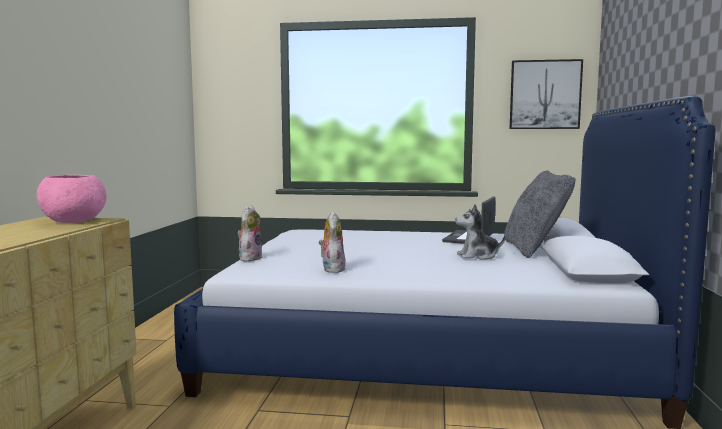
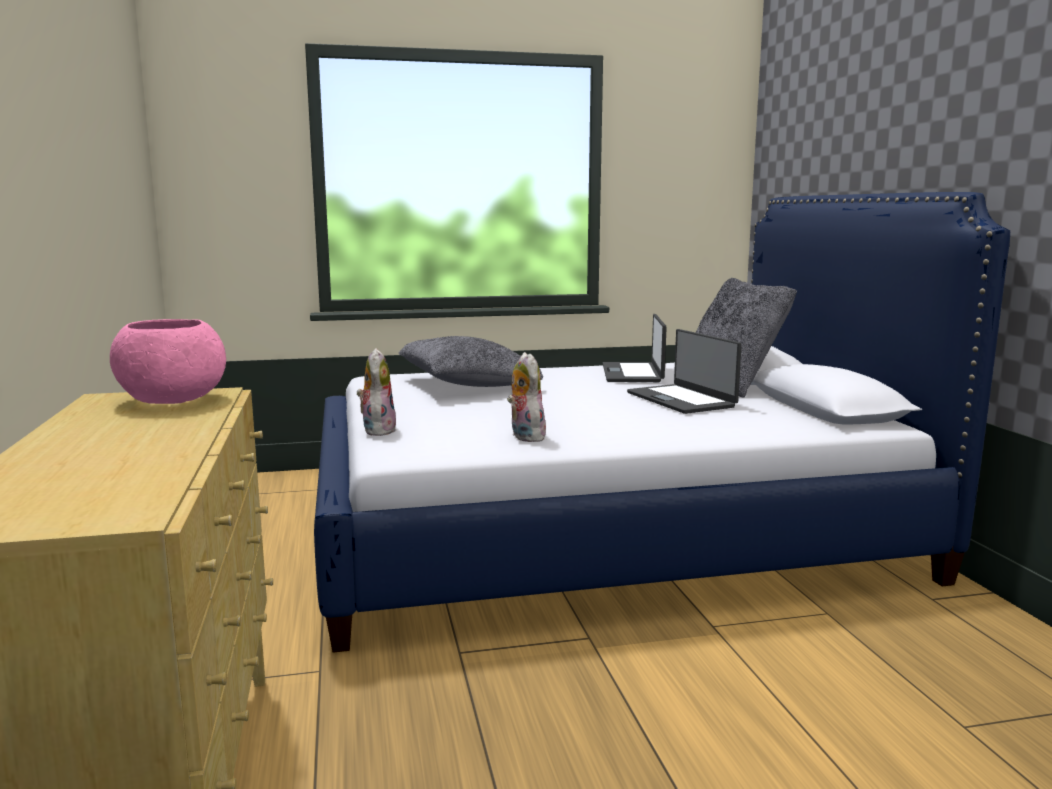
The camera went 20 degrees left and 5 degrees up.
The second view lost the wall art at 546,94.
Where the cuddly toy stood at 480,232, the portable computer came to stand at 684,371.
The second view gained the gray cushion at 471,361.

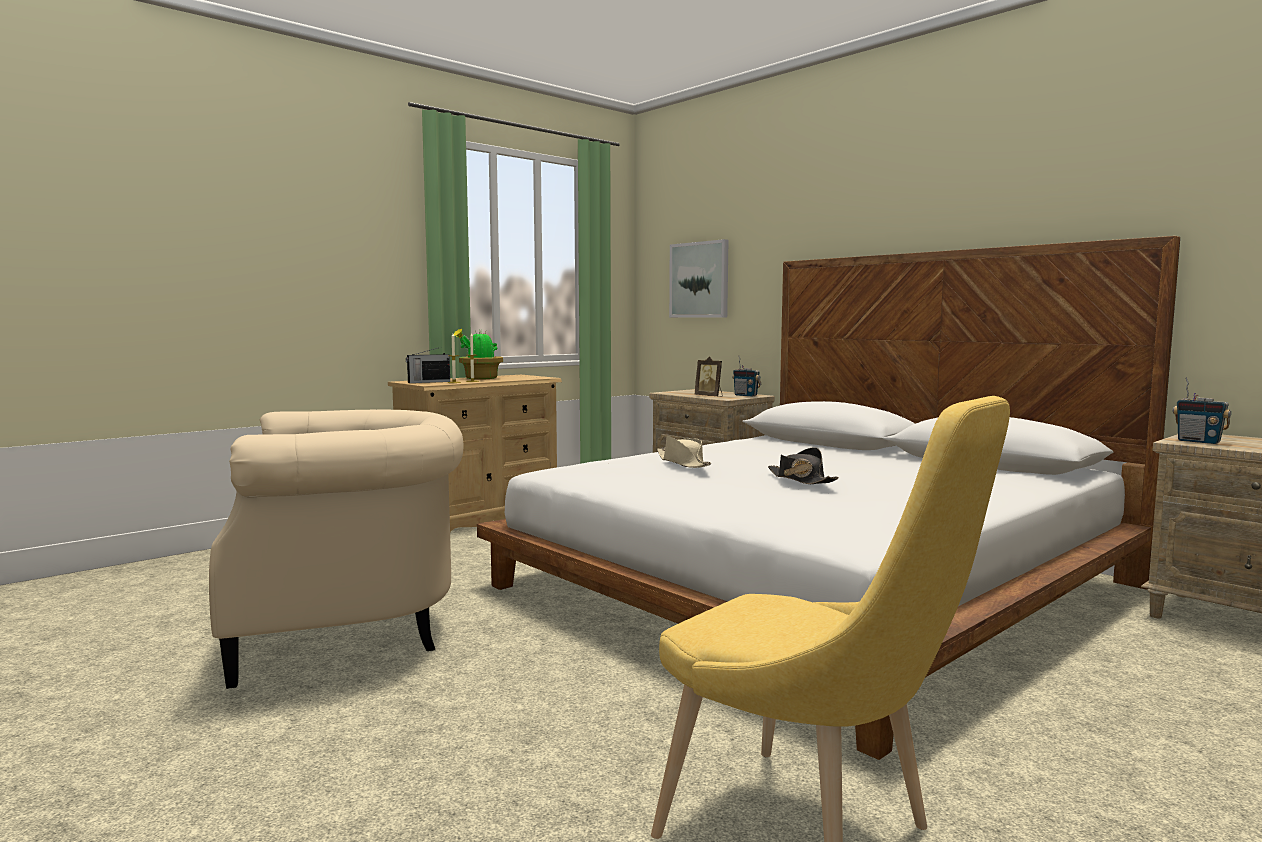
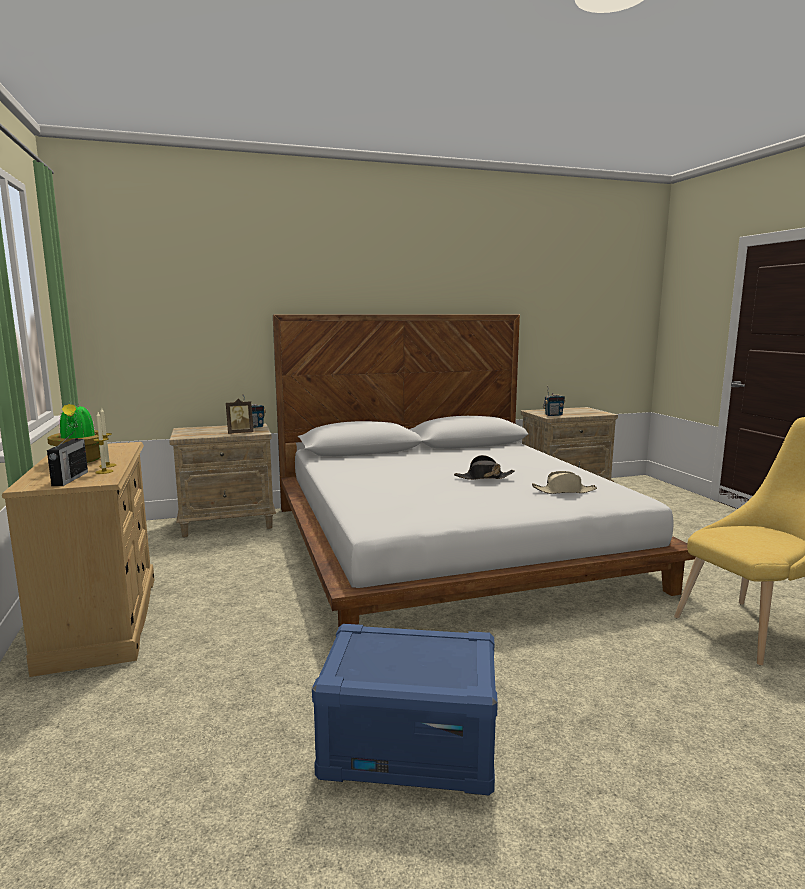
The camera went 65 degrees left and 5 degrees up.
The second view lost the wall art at 698,278.
Where the sand-coloured easy chair stood at 336,549, the blue storage box came to stand at 405,709.
The sand-coloured hat ended up elsewhere, having gone from 684,452 to 564,482.

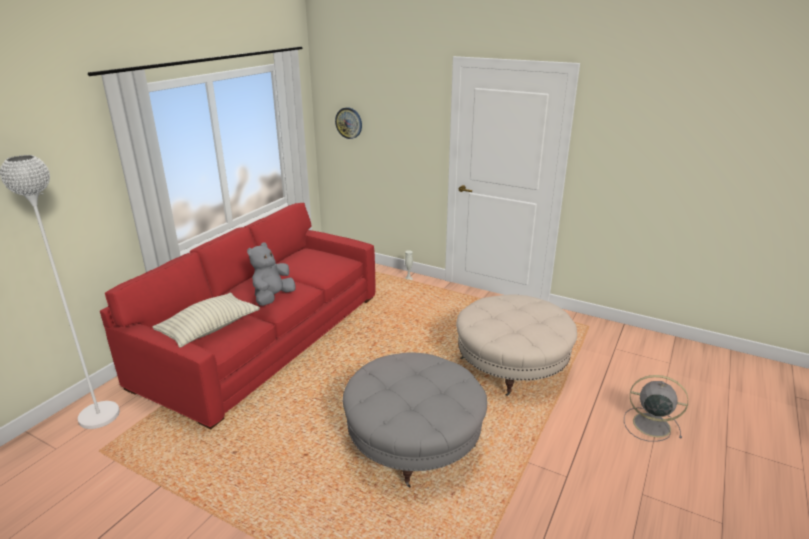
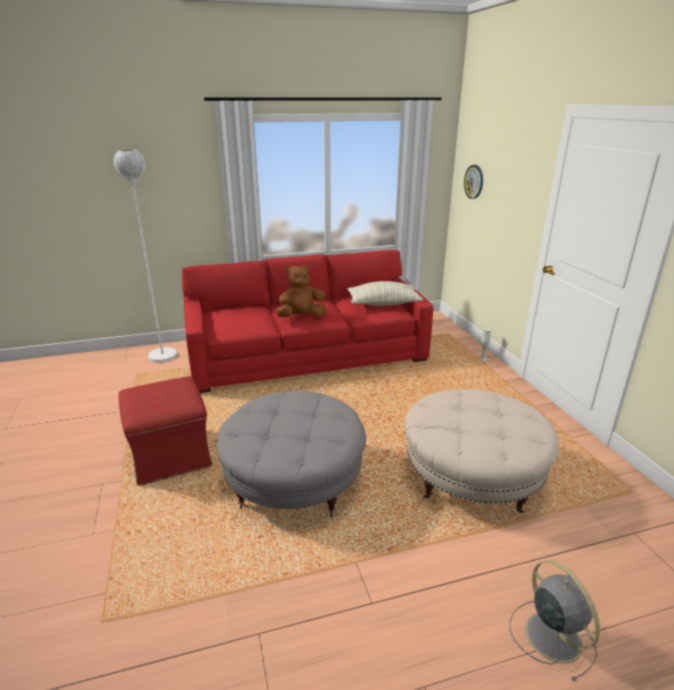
The camera went 45 degrees right and 0 degrees up.
What was the gray cuddly toy at 271,274 turned into the brown-coloured cuddly toy at 301,291.
The cushion ended up elsewhere, having gone from 206,320 to 385,293.
The second view gained the red-coloured footrest at 165,431.

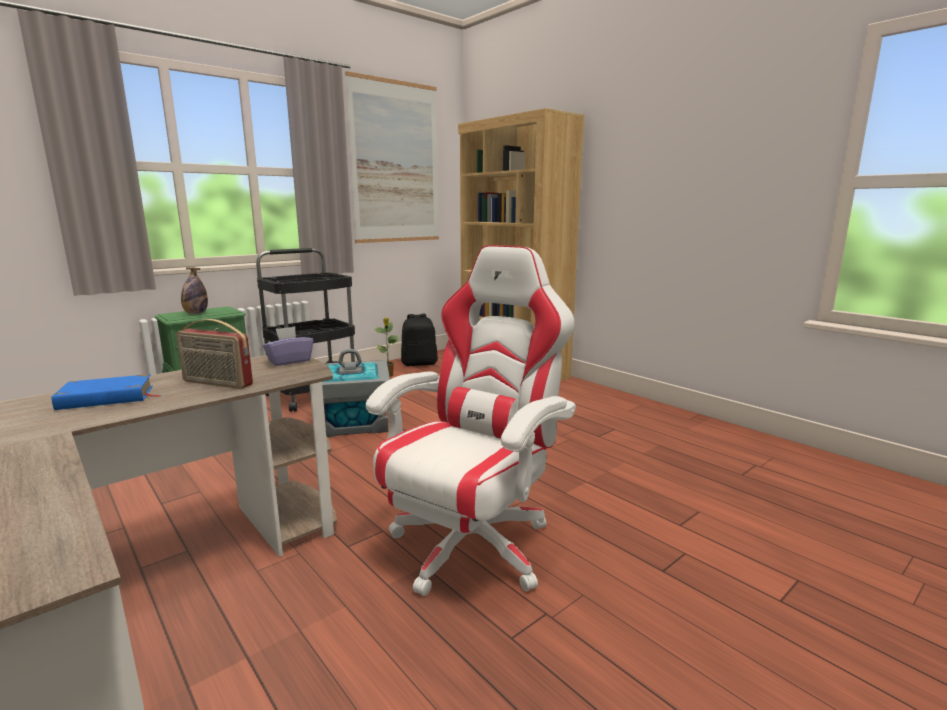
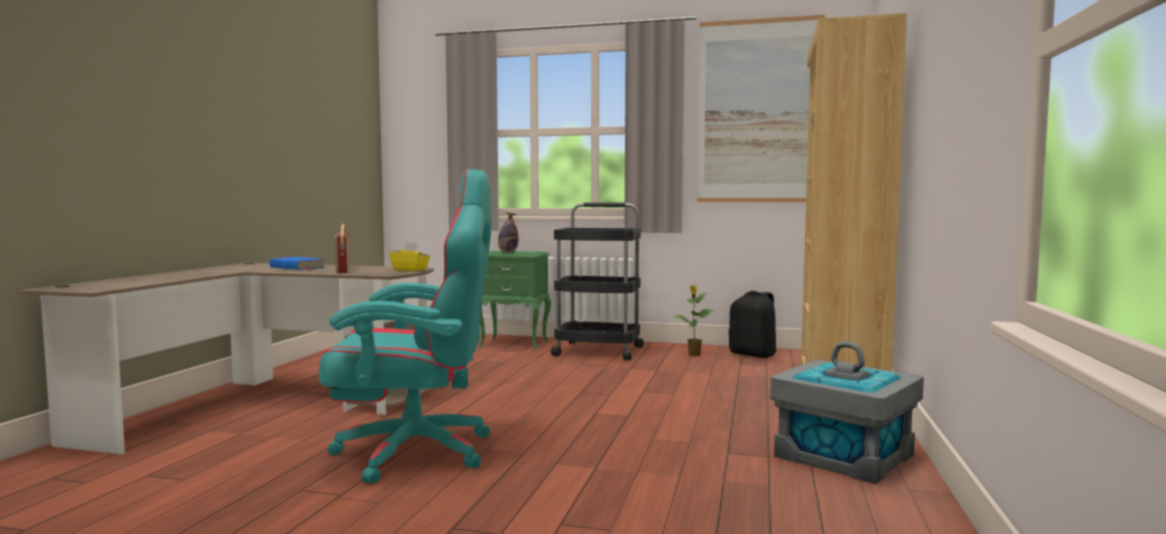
The camera went 55 degrees right and 10 degrees down.
What was the whitish computer chair at 471,420 turned into the turquoise-coloured computer chair at 405,326.
What was the purplish box of tissues at 288,346 turned into the yellow-coloured box of tissues at 409,256.
The gray storage box ended up elsewhere, having gone from 349,393 to 847,412.

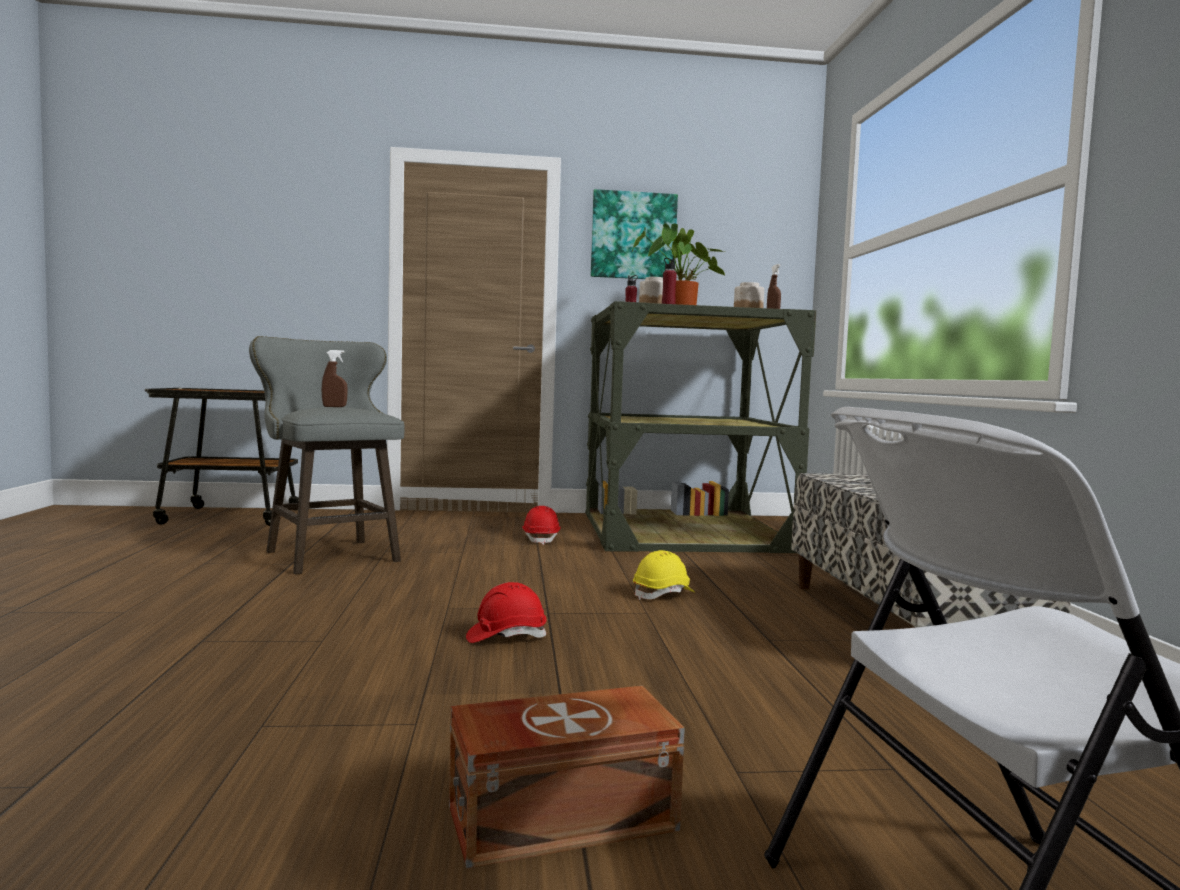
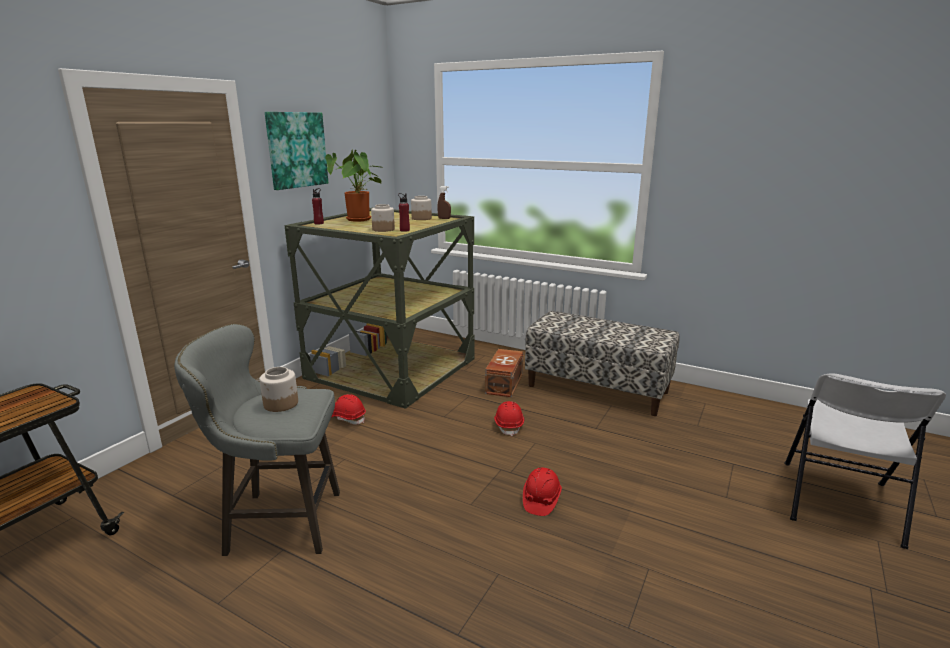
The camera went 55 degrees left and 15 degrees up.
Where the brown-coloured spray bottle stood at 335,378, the jar came to stand at 279,389.
What was the yellow-coloured hard hat at 664,575 turned into the red-coloured hard hat at 509,418.
The brown-coloured storage box ended up elsewhere, having gone from 567,777 to 504,373.

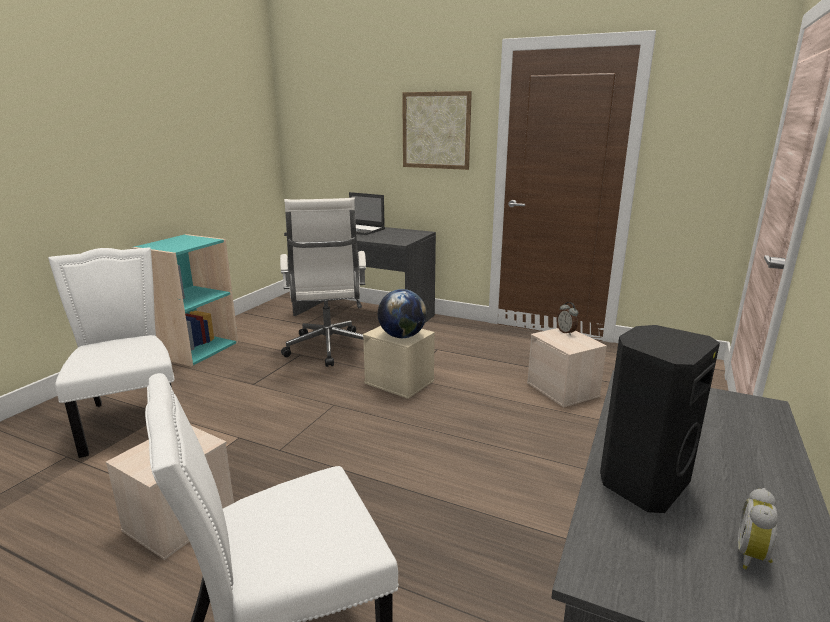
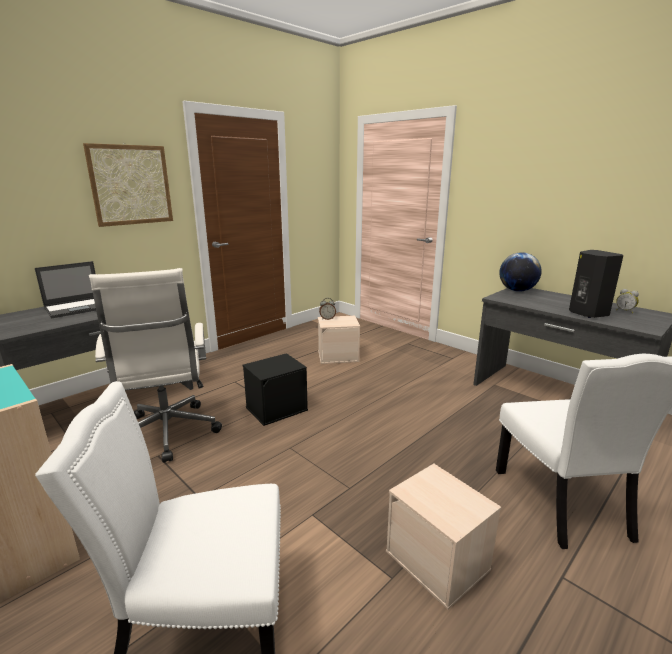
The camera went 70 degrees left and 0 degrees up.
The whitish computer chair at 323,282 ended up facing another way, 60 degrees clockwise from before.
The world globe ended up elsewhere, having gone from 402,313 to 520,272.
What was the sand-coloured storage box at 399,362 turned into the black storage box at 275,389.

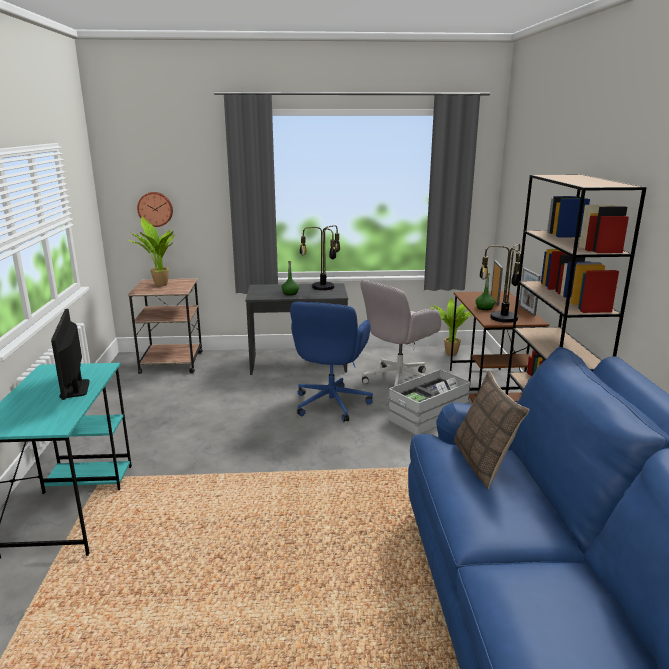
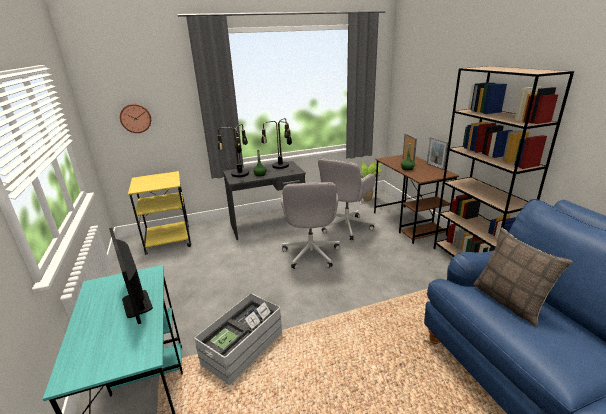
The camera went 15 degrees left and 5 degrees up.
The second view lost the potted plant at 150,252.
The table lamp ended up elsewhere, having gone from 500,283 to 233,150.
What was the brown-coloured cart at 165,326 turned into the yellow-coloured cart at 159,213.
What was the blue computer chair at 331,362 turned into the gray computer chair at 310,225.
The gray storage box ended up elsewhere, having gone from 429,402 to 238,339.

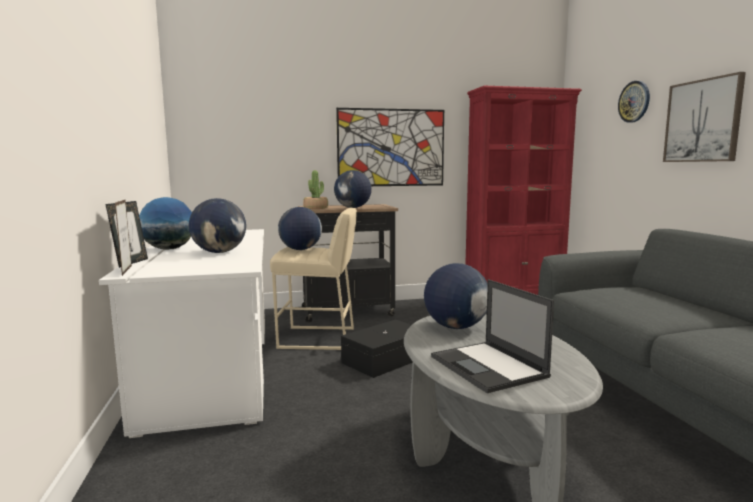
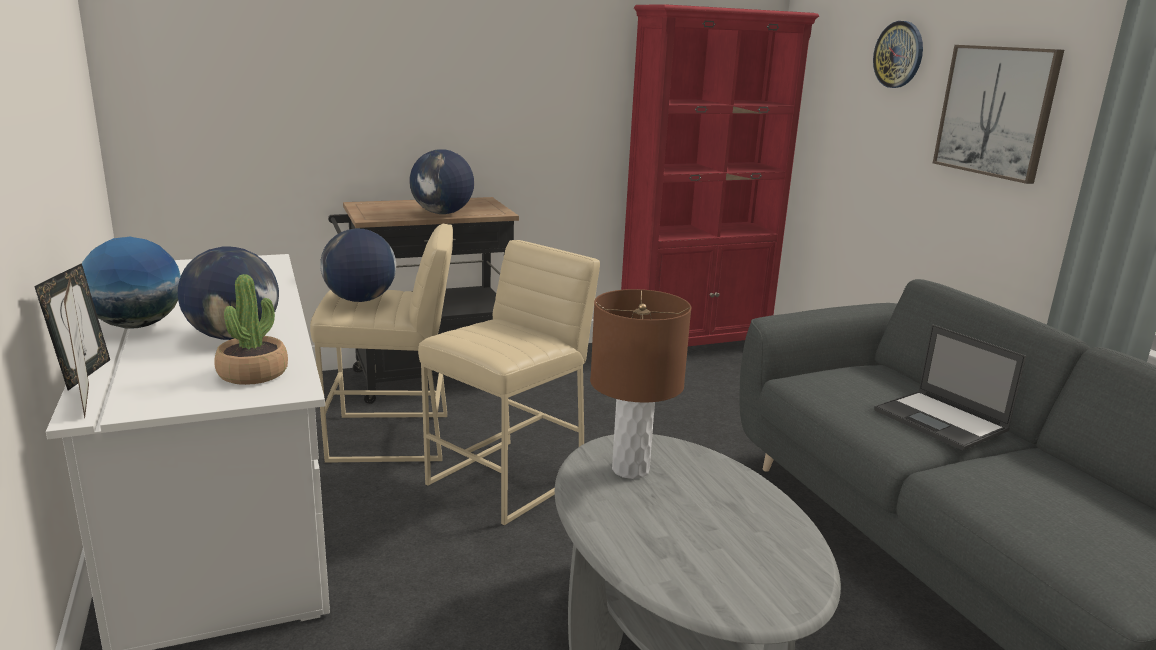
The camera went 10 degrees left and 10 degrees up.
The second view lost the wall art at 390,147.
The potted plant ended up elsewhere, having gone from 315,189 to 251,329.
Where the world globe stood at 456,296, the brown-coloured table lamp came to stand at 641,384.
The portable computer ended up elsewhere, having gone from 492,336 to 950,387.
Where the black storage box stood at 376,348, the sand-coloured sitting stool came to stand at 509,382.

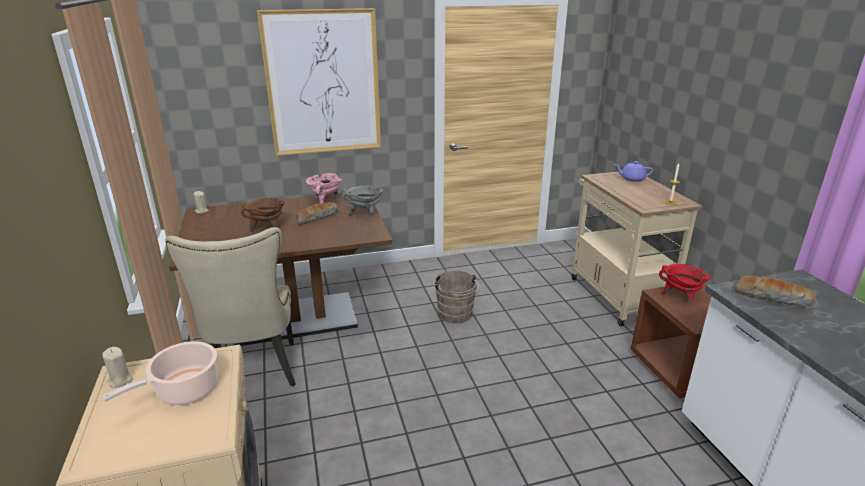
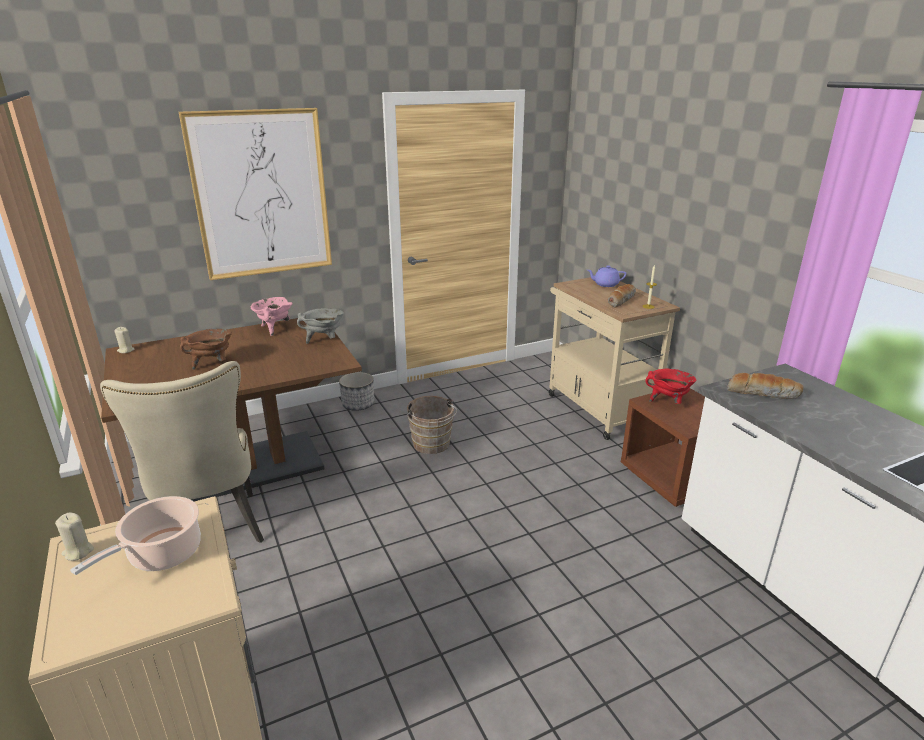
The camera went 10 degrees left and 0 degrees up.
The baked bread ended up elsewhere, having gone from 317,213 to 622,296.
The second view gained the plant pot at 356,391.

